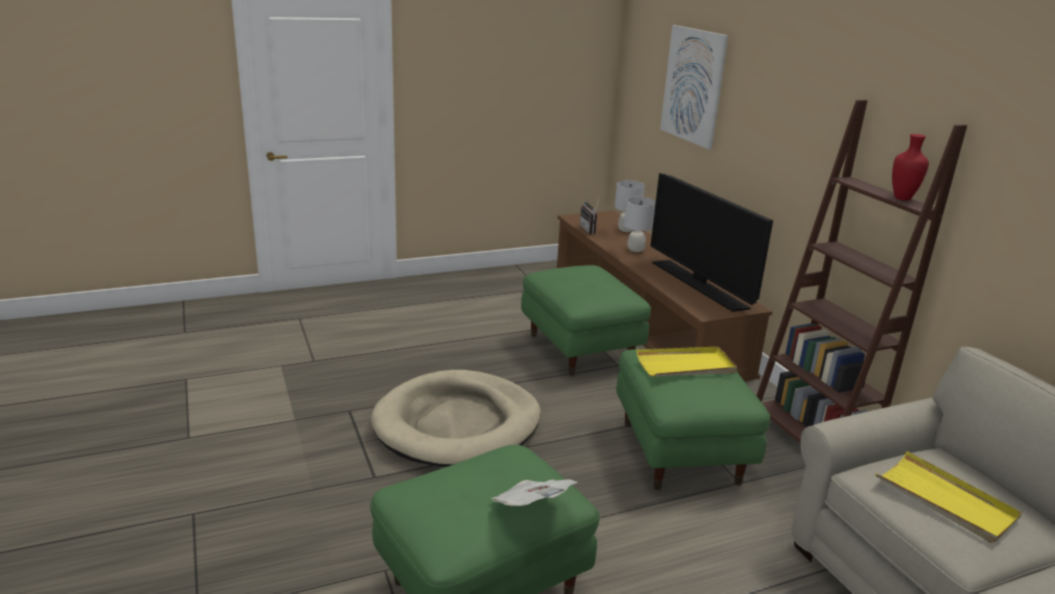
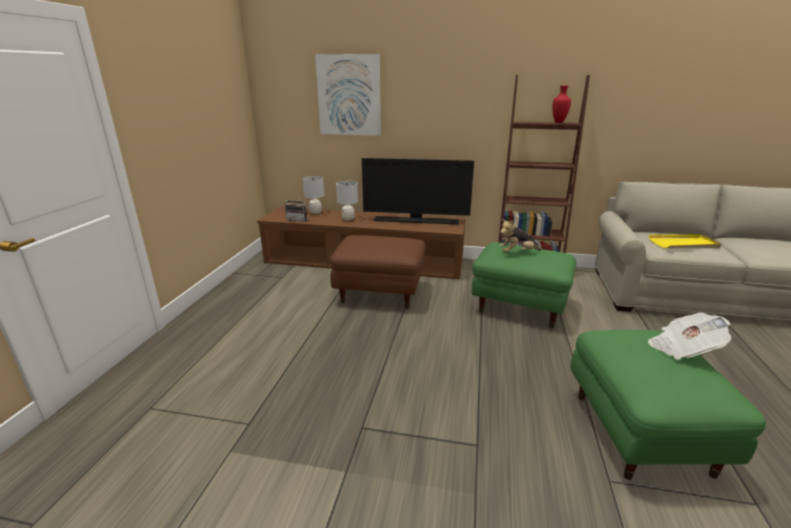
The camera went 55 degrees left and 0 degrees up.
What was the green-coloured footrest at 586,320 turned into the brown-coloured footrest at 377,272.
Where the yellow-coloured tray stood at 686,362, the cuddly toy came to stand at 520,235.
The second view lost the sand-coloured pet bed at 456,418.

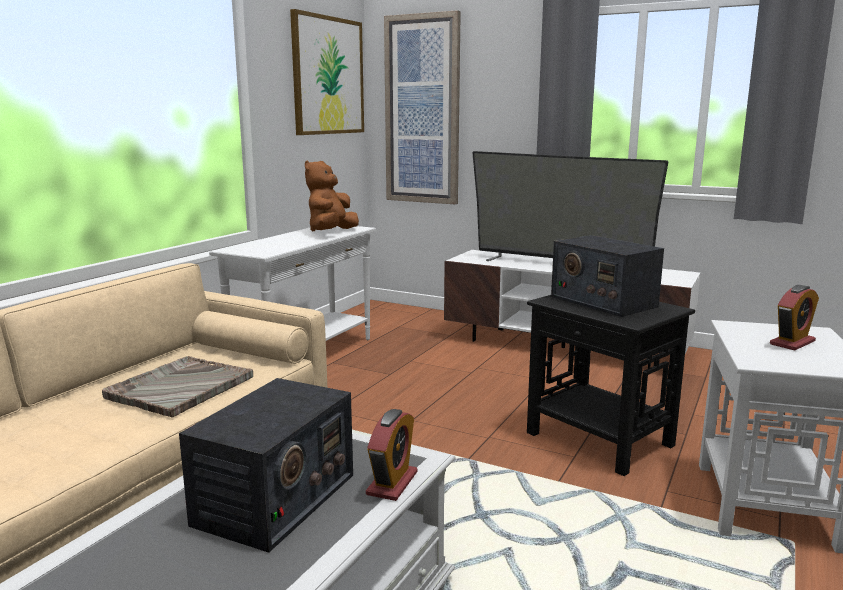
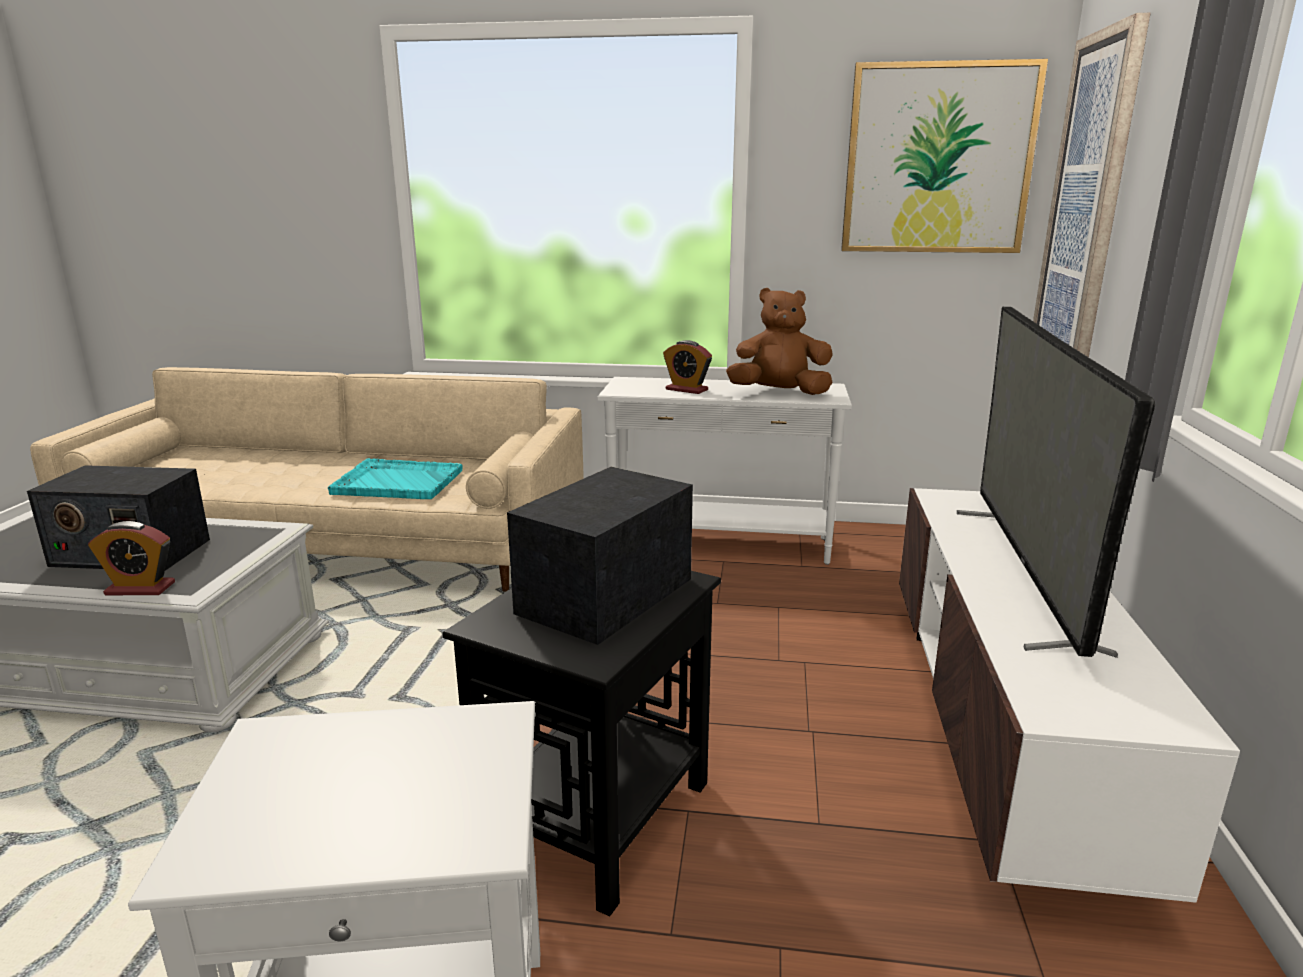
The camera went 70 degrees right and 5 degrees up.
The bedside clock ended up elsewhere, having gone from 794,317 to 687,367.
What was the gray tray at 177,387 turned into the turquoise-coloured tray at 395,478.

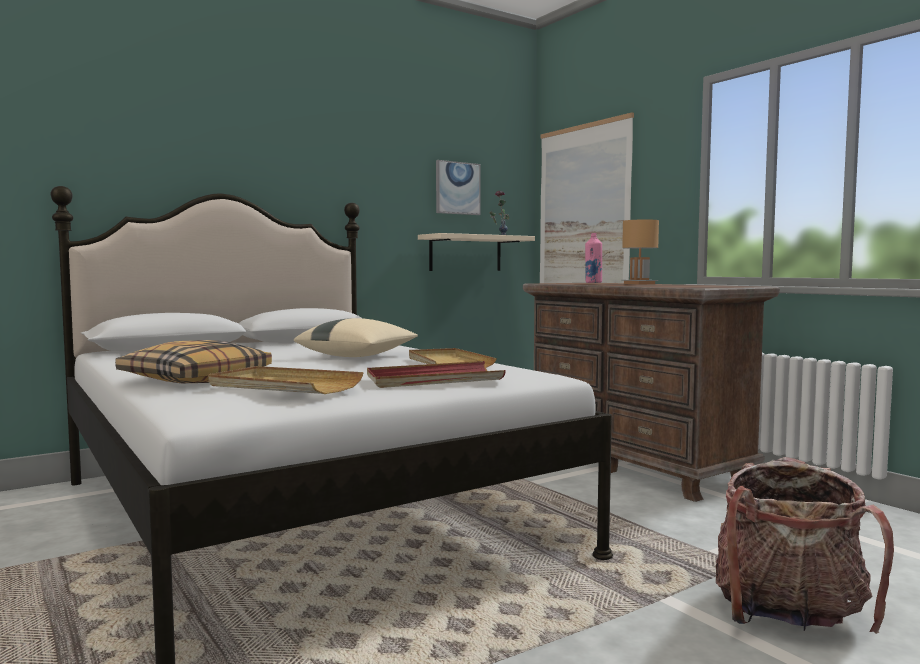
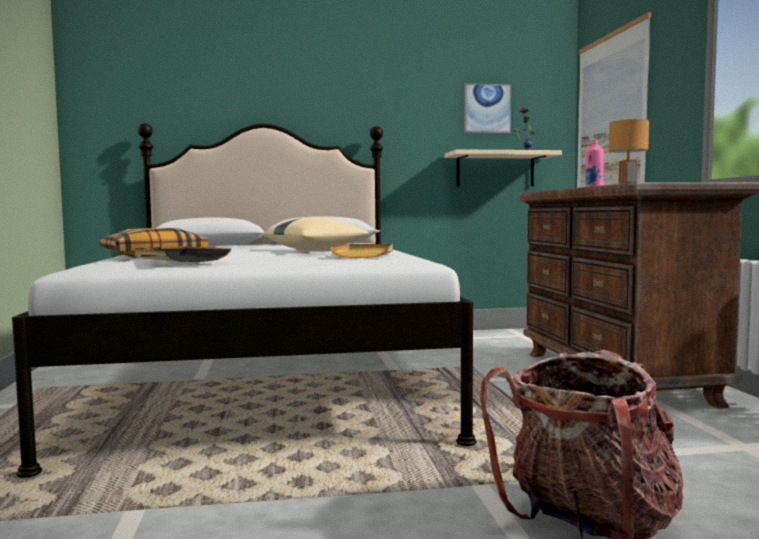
The camera went 25 degrees right and 0 degrees up.
The second view lost the red-coloured tray at 436,374.
What was the sand-coloured tray at 286,380 turned into the black tray at 183,254.

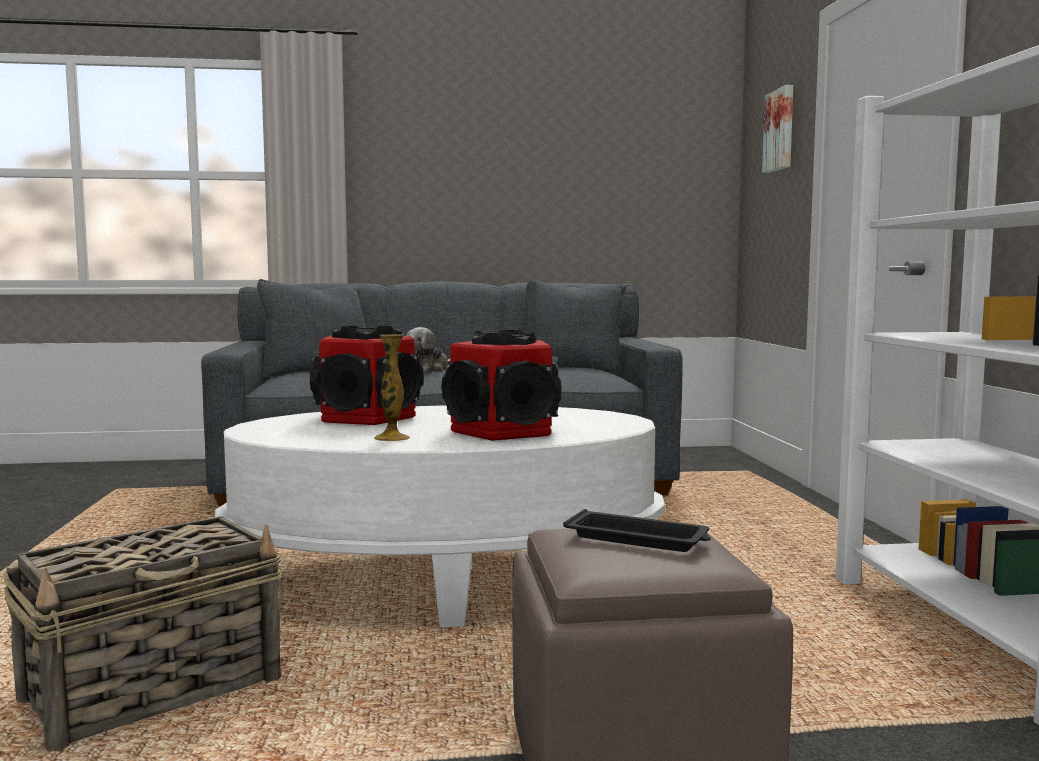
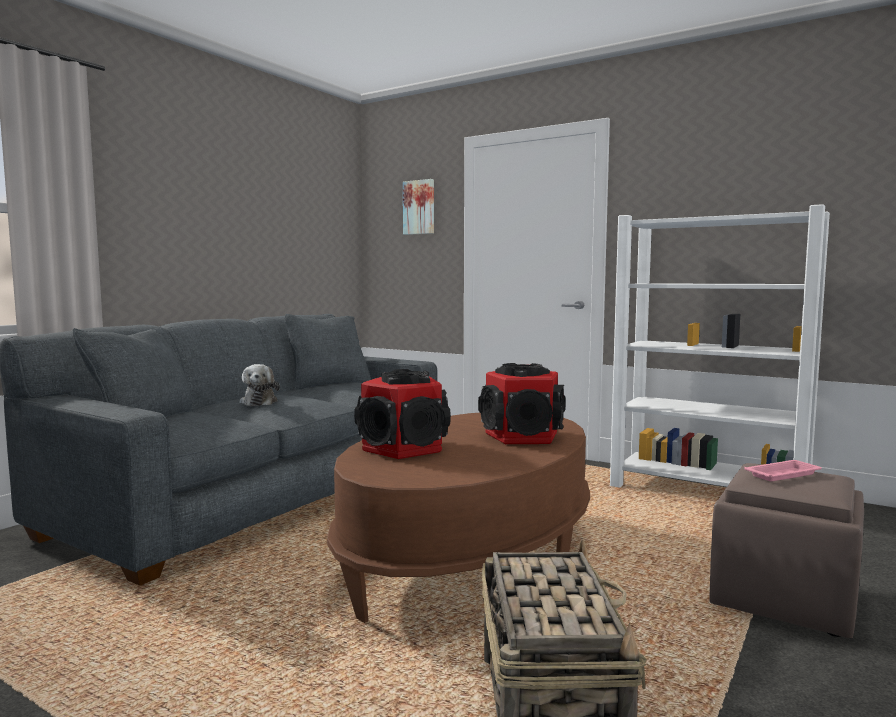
The camera went 50 degrees left and 0 degrees up.
The second view lost the vase at 392,387.
What was the whitish lounge table at 440,516 turned into the brown-coloured lounge table at 458,518.
What was the black tray at 637,530 turned into the pink tray at 783,470.

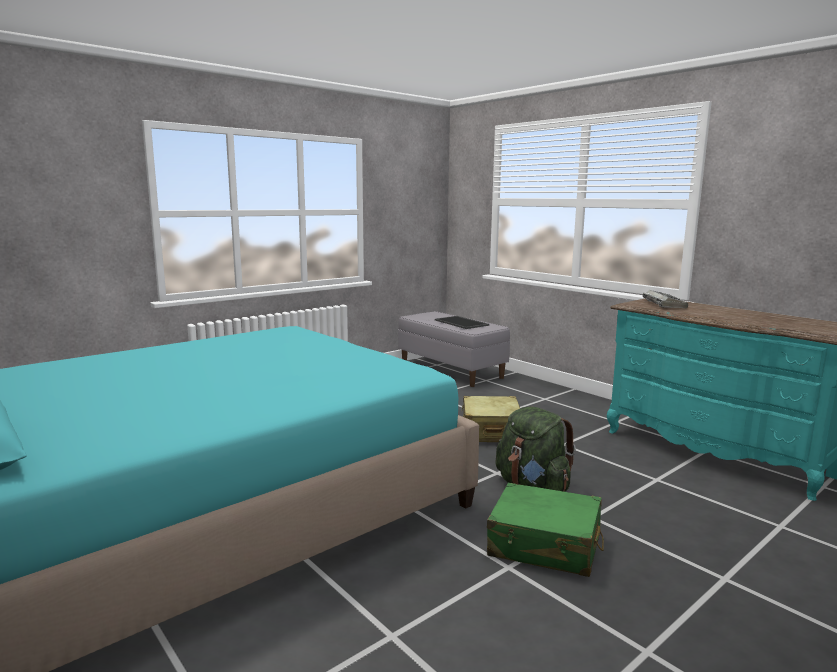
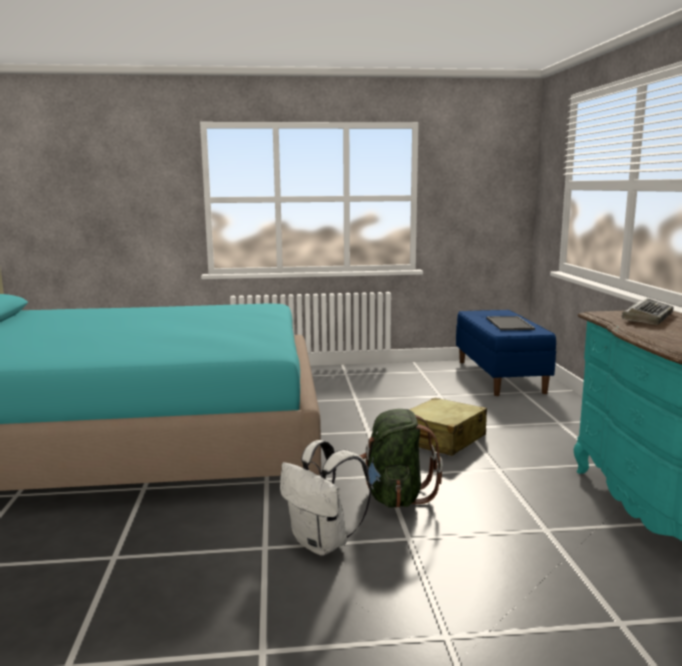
The camera went 35 degrees right and 0 degrees up.
What was the gray long seat at 454,349 turned into the blue long seat at 506,353.
Where the green-coloured piece of luggage stood at 545,530, the whitish knapsack came to stand at 325,498.

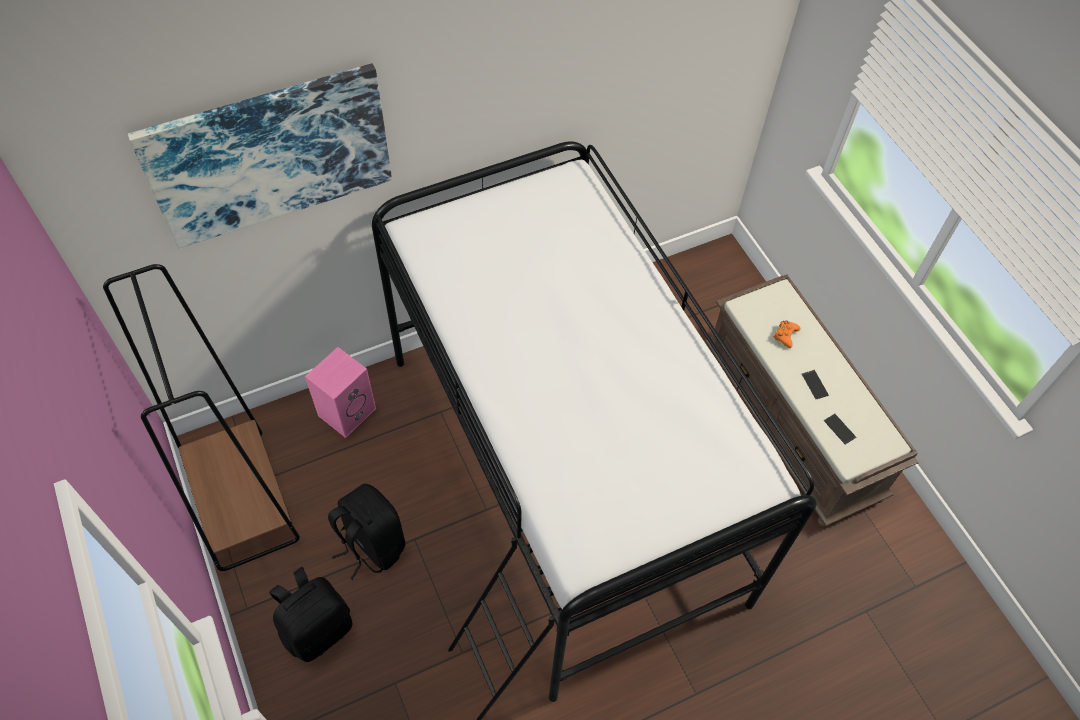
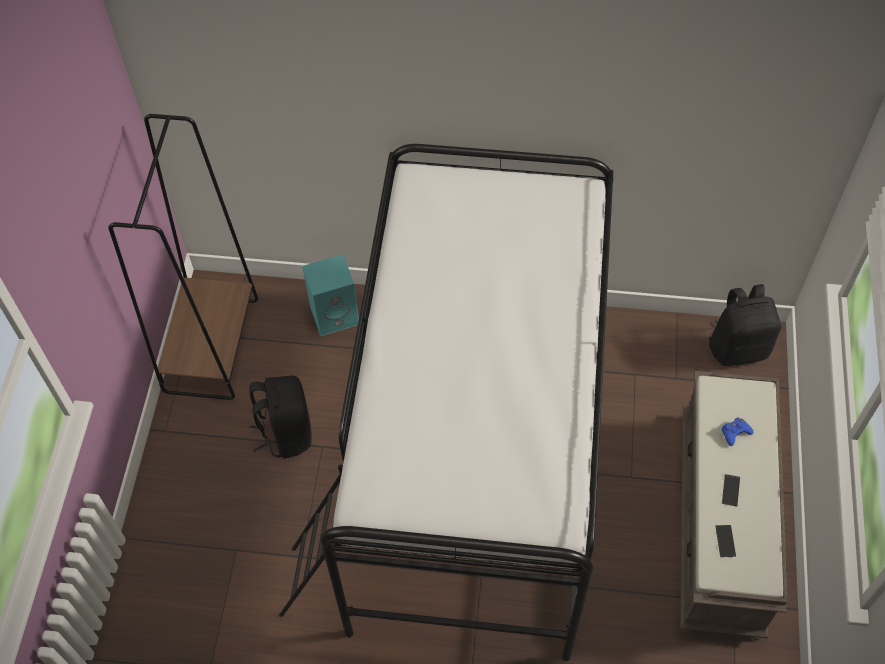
The camera went 35 degrees right and 0 degrees up.
The second view lost the wall art at 260,155.
What was the orangey game controller at 786,334 turned into the blue game controller at 737,431.
What was the pink audio speaker at 340,392 turned into the turquoise-coloured audio speaker at 330,295.
The black knapsack ended up elsewhere, having gone from 310,614 to 745,325.

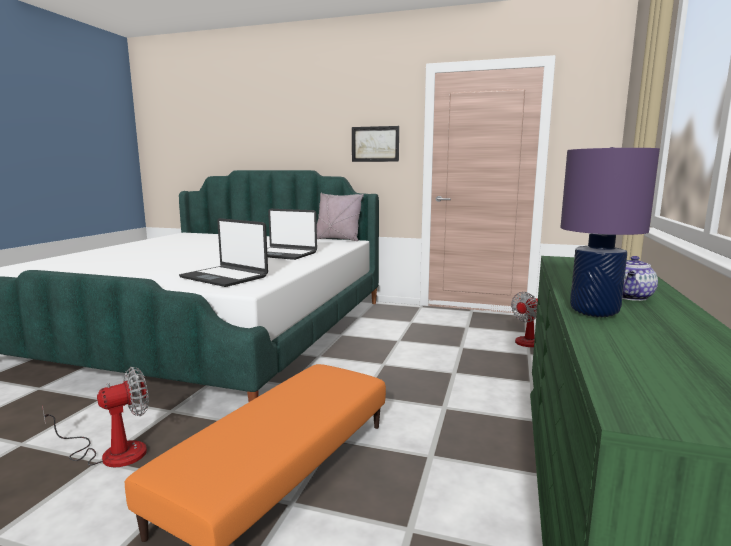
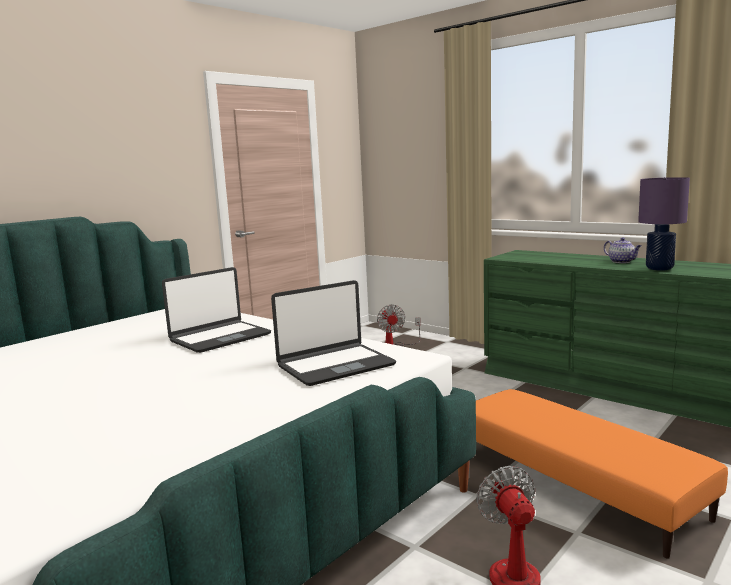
The camera went 65 degrees left and 0 degrees up.
The second view lost the wall art at 375,144.
The second view lost the purplish cushion at 340,217.

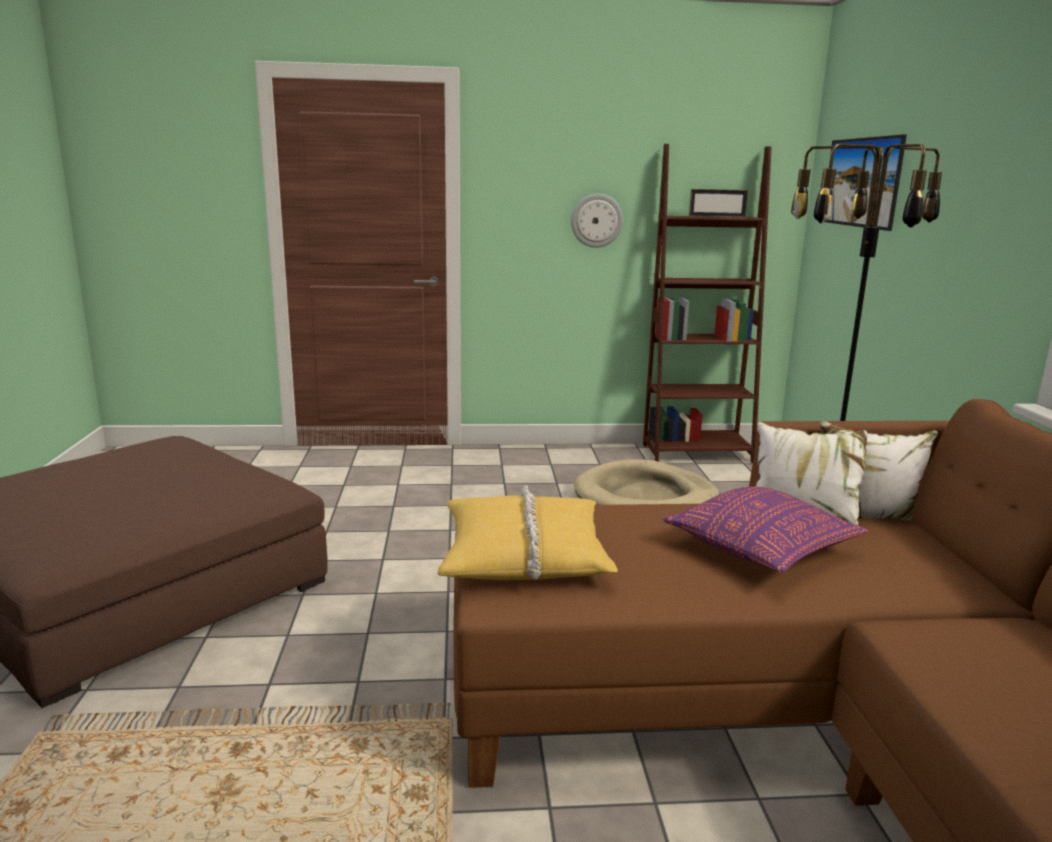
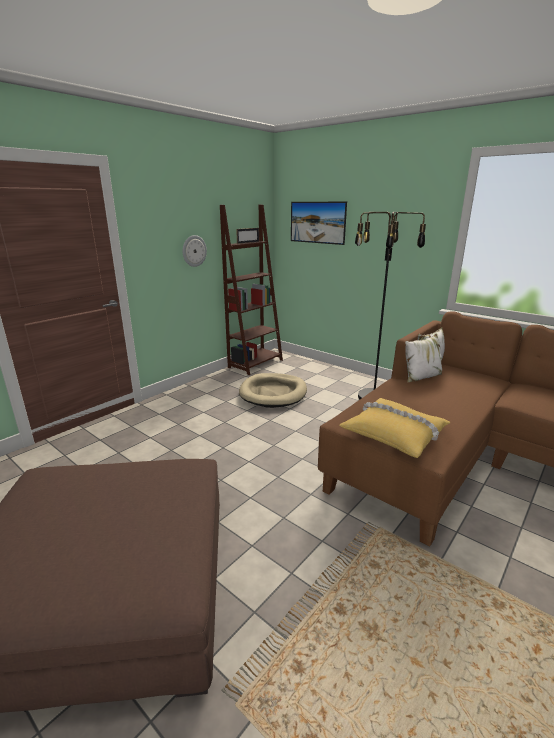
The camera went 45 degrees left and 5 degrees up.
The second view lost the purplish cushion at 765,529.

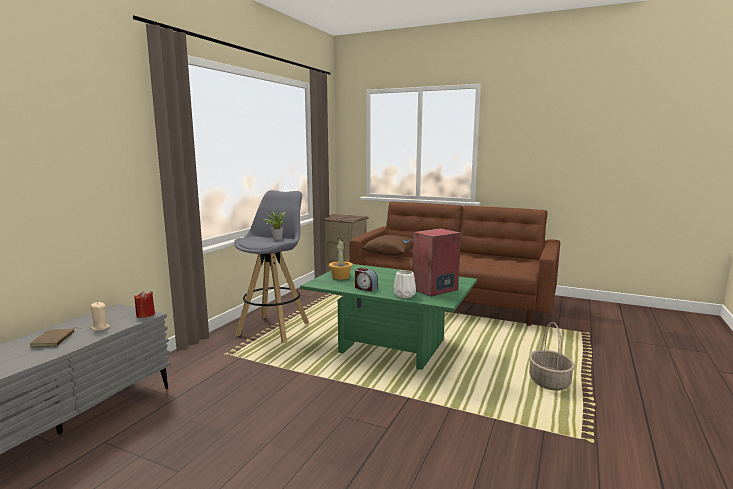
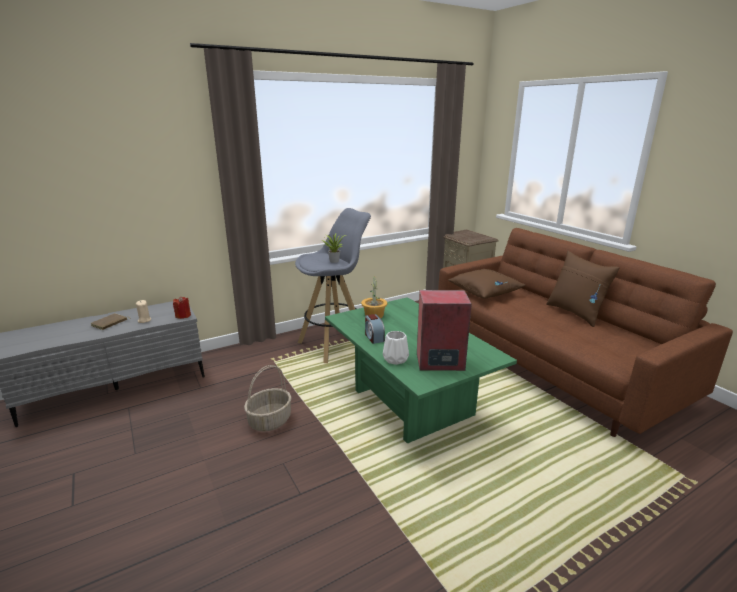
The camera went 35 degrees right and 10 degrees up.
The storage basket ended up elsewhere, having gone from 552,356 to 268,398.
The second view gained the brown-coloured cushion at 583,289.

